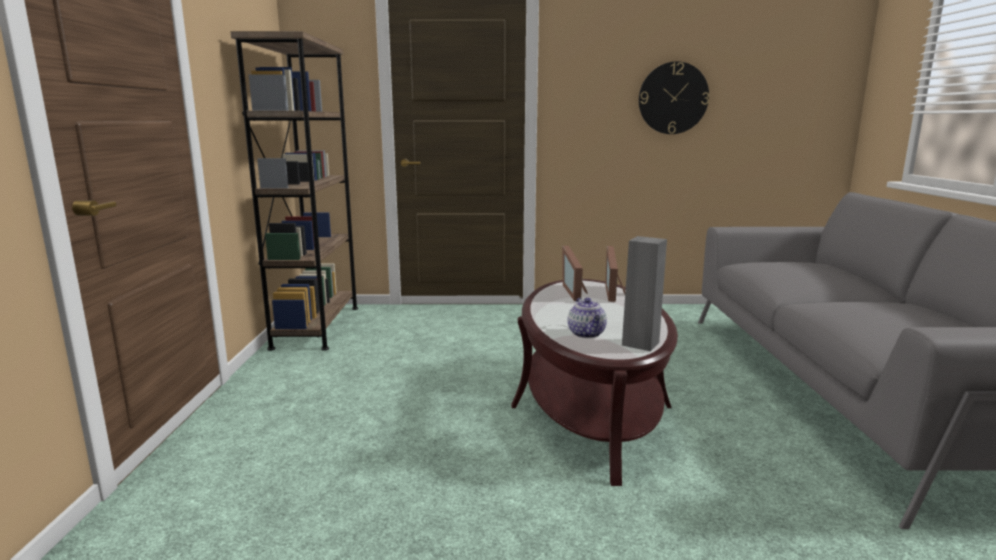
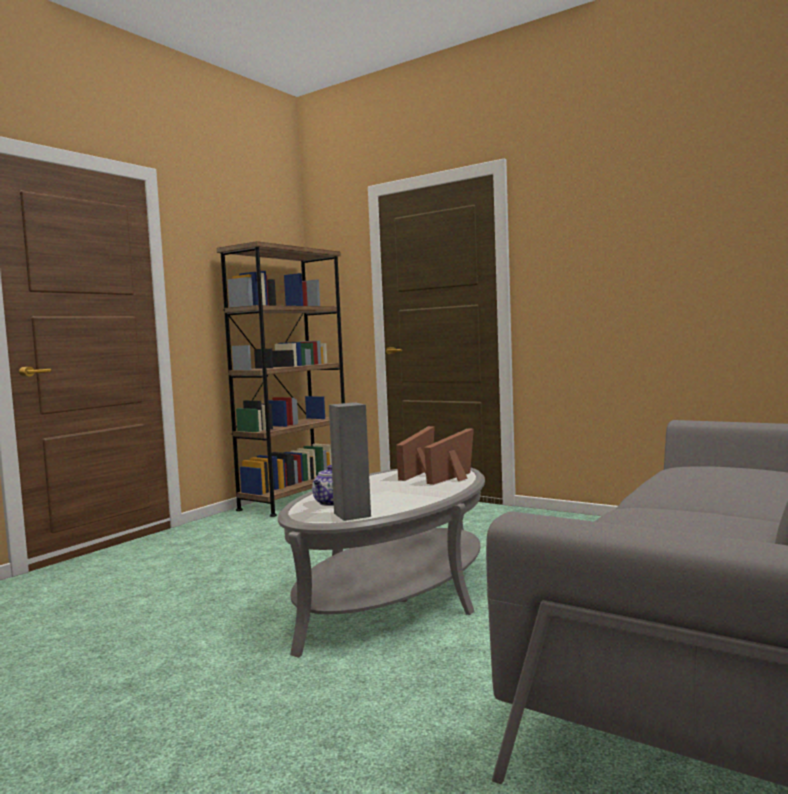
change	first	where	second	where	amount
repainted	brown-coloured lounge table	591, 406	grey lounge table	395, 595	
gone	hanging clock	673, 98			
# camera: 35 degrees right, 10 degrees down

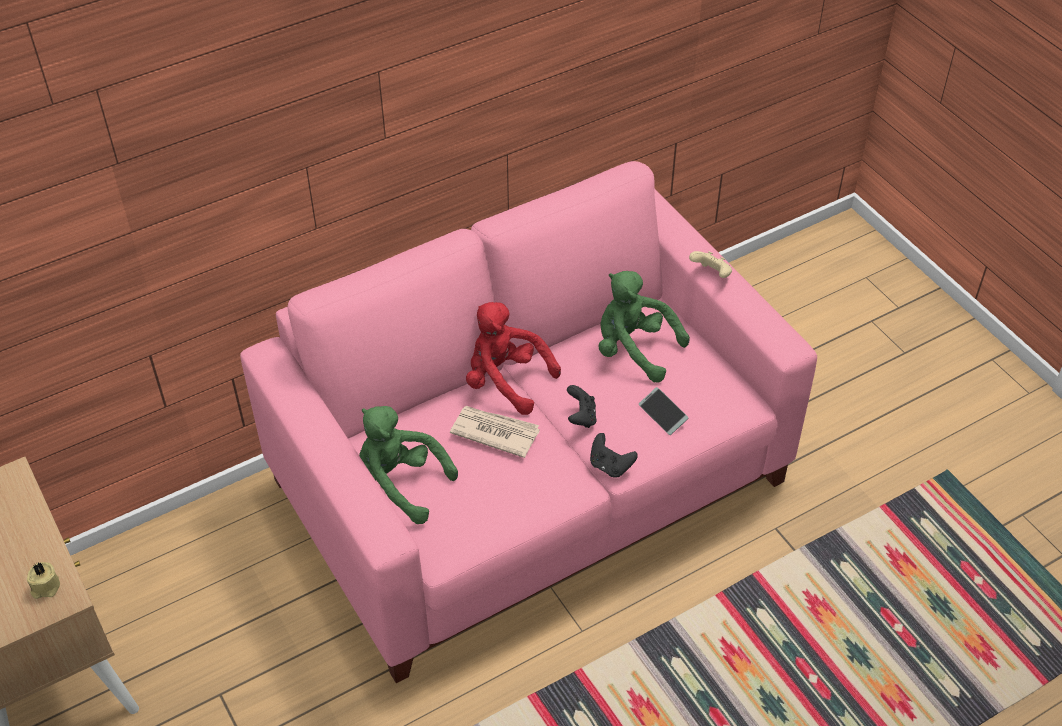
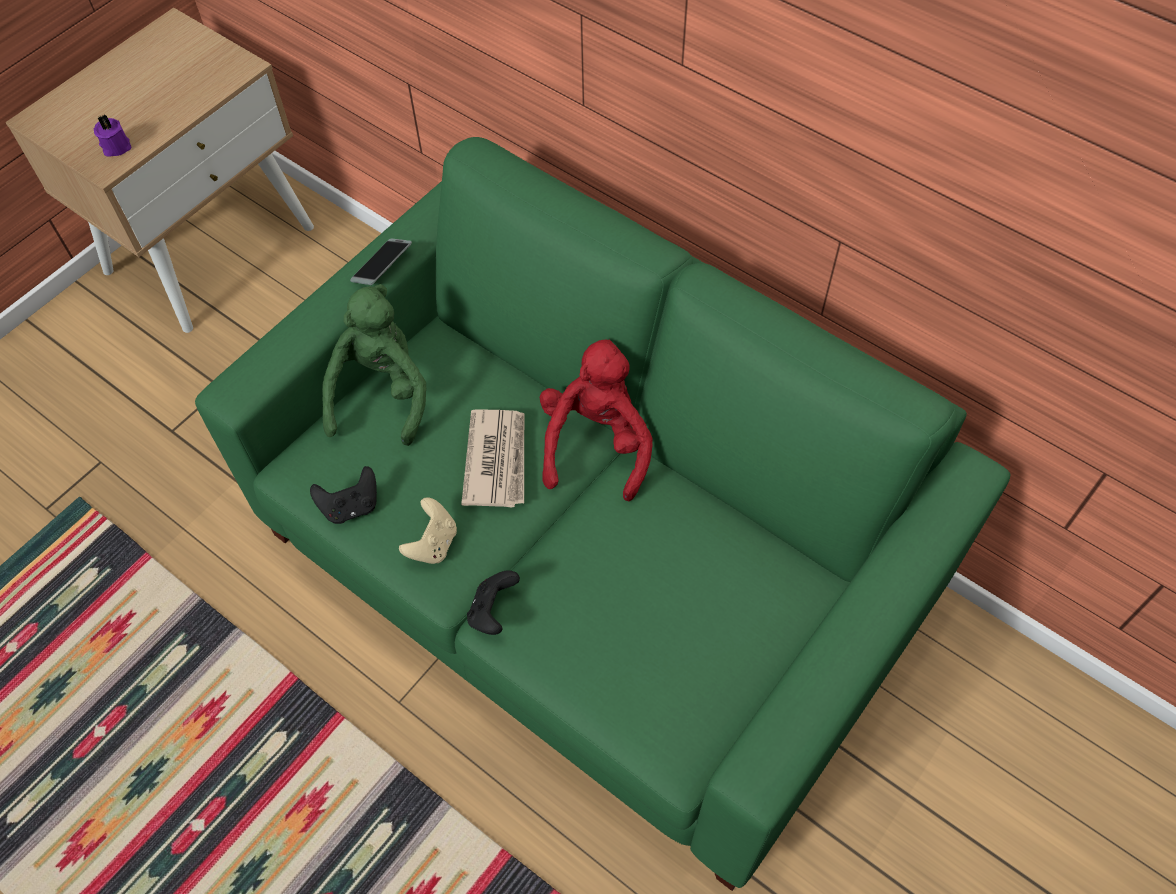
change	first	where	second	where	amount
repainted	beige-coloured wax light	45, 587	purplish wax light	115, 146	
repainted	pinkish couch	532, 482	green-coloured couch	593, 570	
shifted	black-coloured joypad	581, 417		351, 506	
shifted	handset	662, 414		382, 266	
shifted	beige-coloured joypad	711, 274		433, 543	
gone	green-coloured soft toy	634, 349			
# camera: 70 degrees right, 10 degrees up

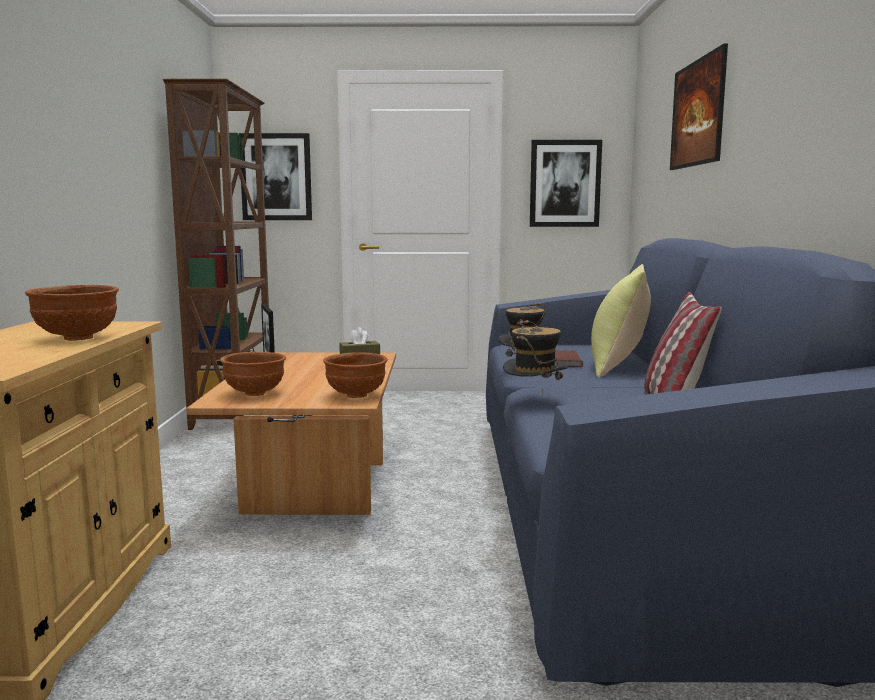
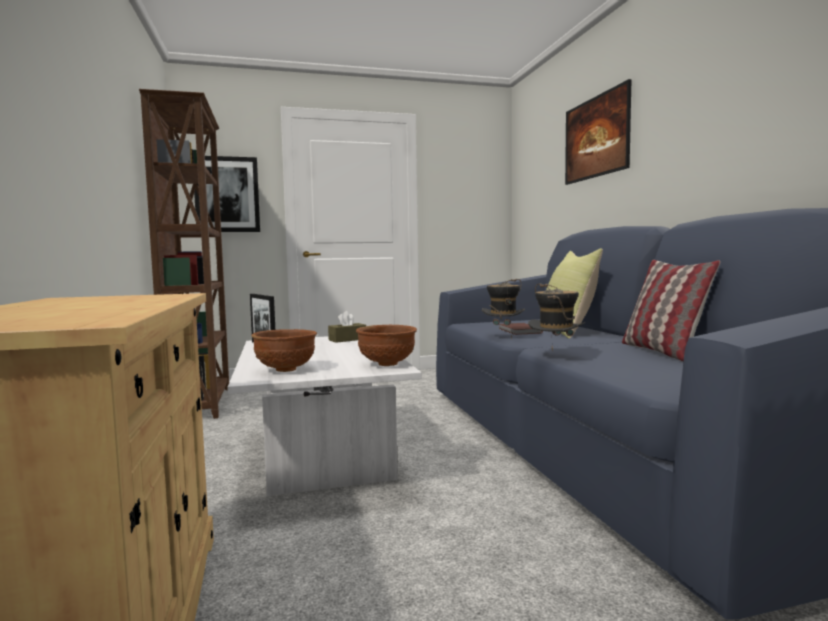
change	first	where	second	where	amount
repainted	brown-coloured lounge table	312, 485	whitish lounge table	321, 459	
gone	brown-coloured deep dish	77, 338			
gone	wall art	565, 183			
# camera: 15 degrees left, 5 degrees down

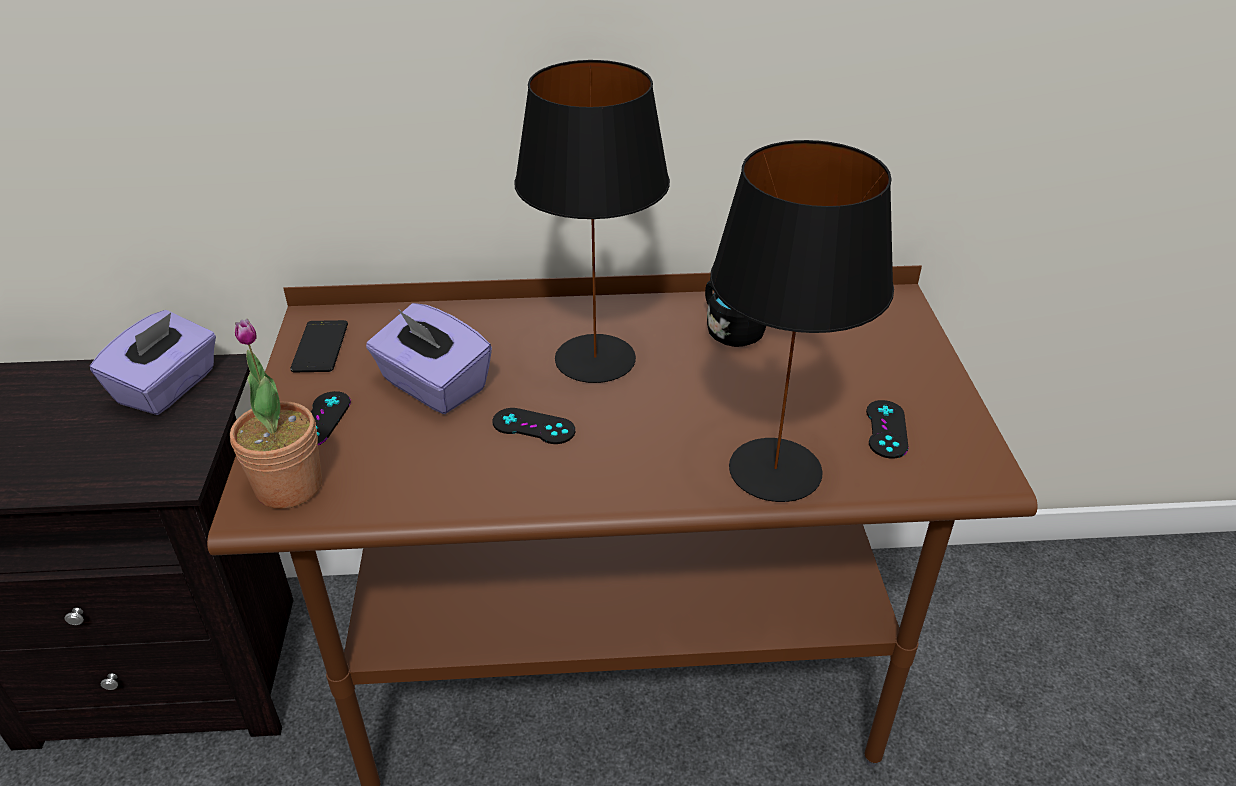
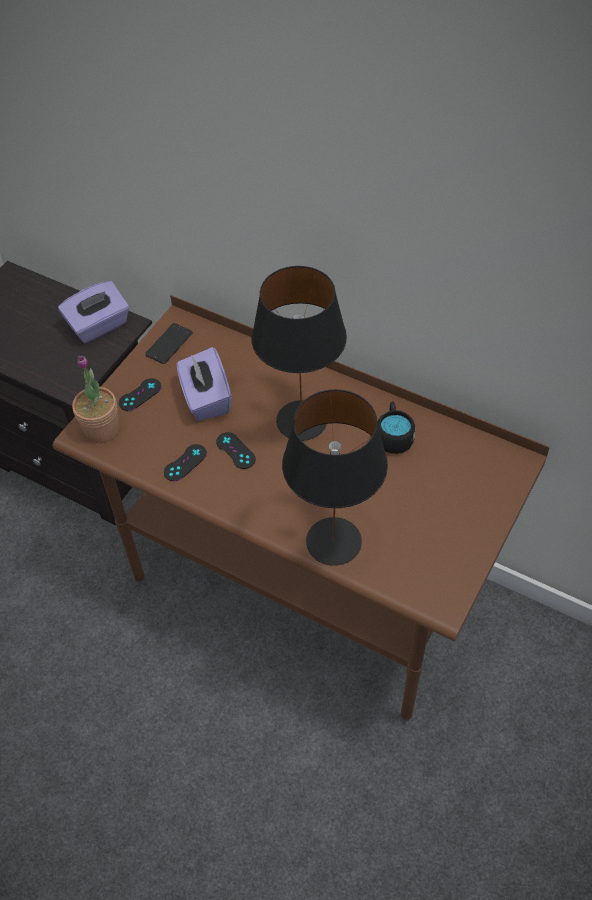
change	first	where	second	where	amount
shifted	black-coloured joypad	886, 429		185, 463	
# camera: 35 degrees right, 15 degrees up

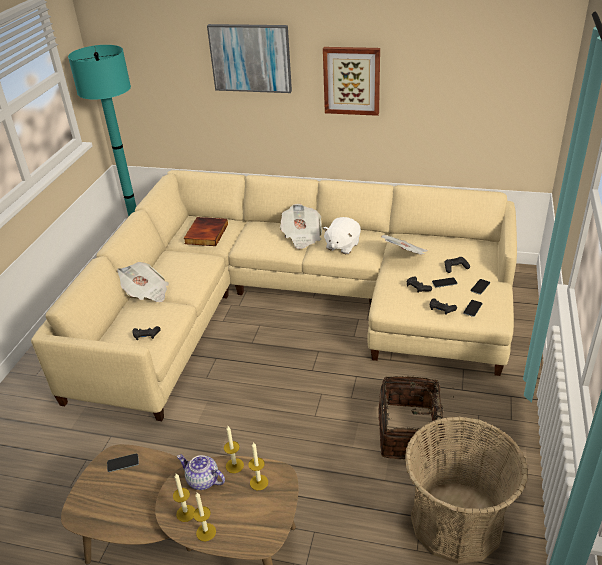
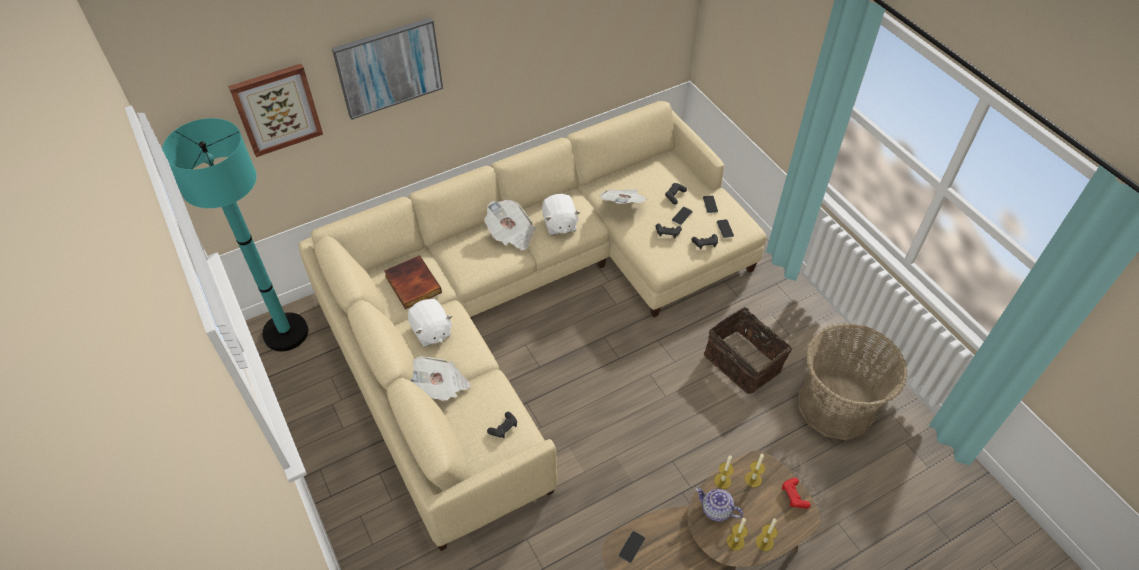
change	first	where	second	where	amount
shifted	wall art	352, 80		277, 109	
new			whitish soft toy	431, 332	
rotated	tea pot	202, 481		716, 510	45 degrees clockwise
new			reddish joypad	794, 496	
# camera: 45 degrees left, 15 degrees up

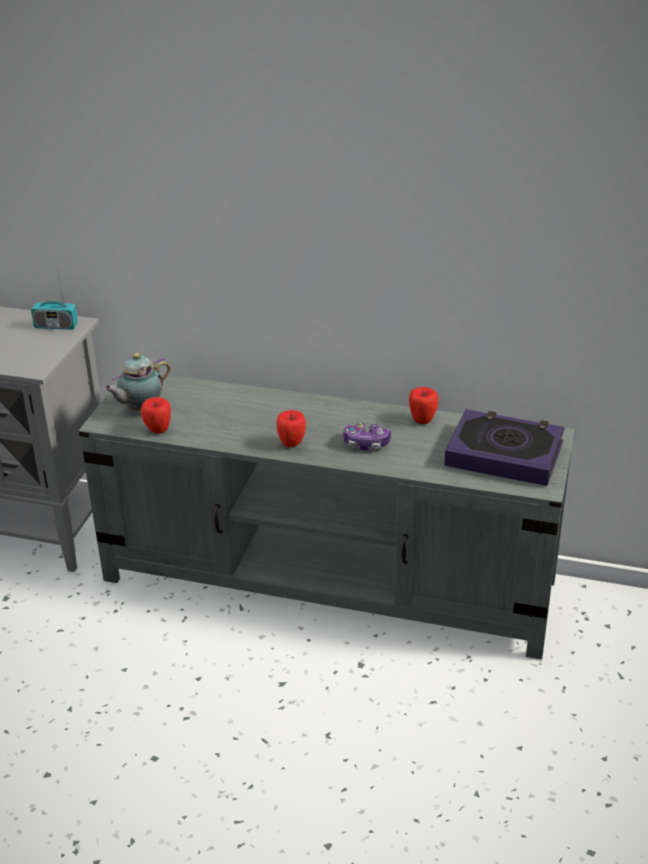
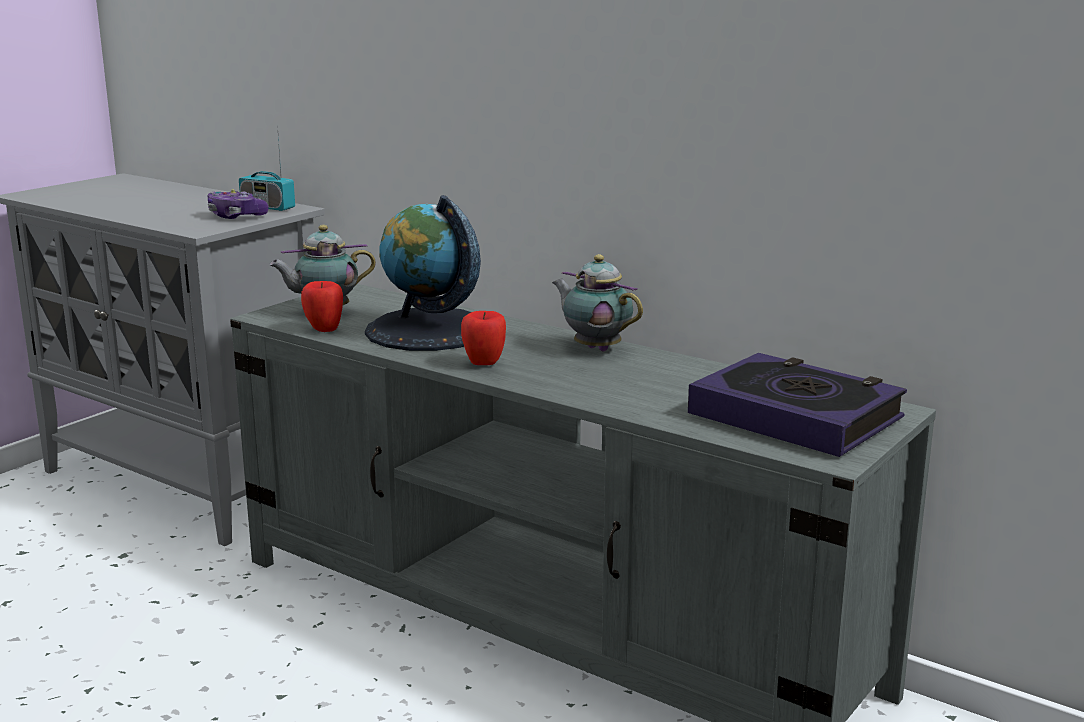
change	first	where	second	where	amount
shifted	joypad	366, 444		236, 216	
new			desk globe	428, 331	
new			tea pot	595, 348	
gone	apple	422, 420			
# camera: 20 degrees right, 15 degrees down

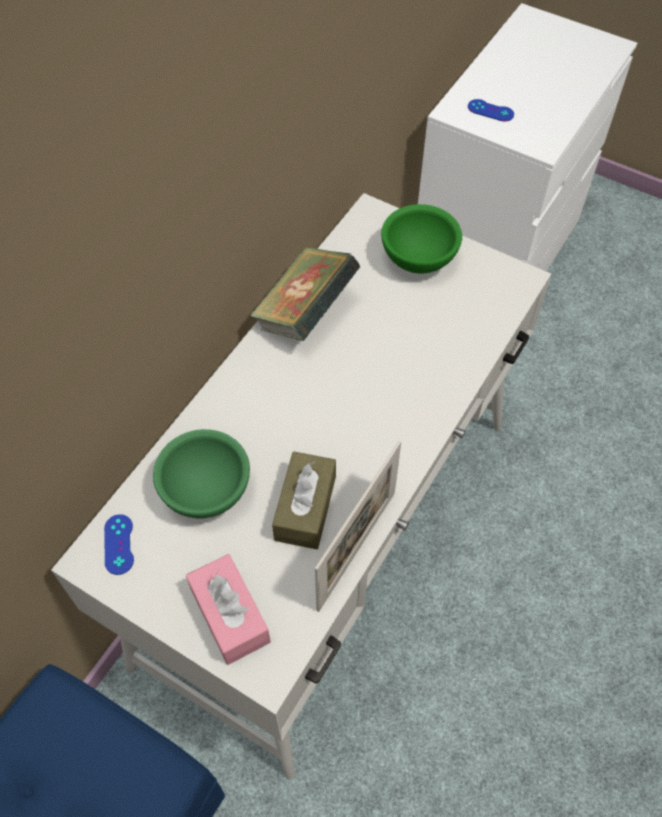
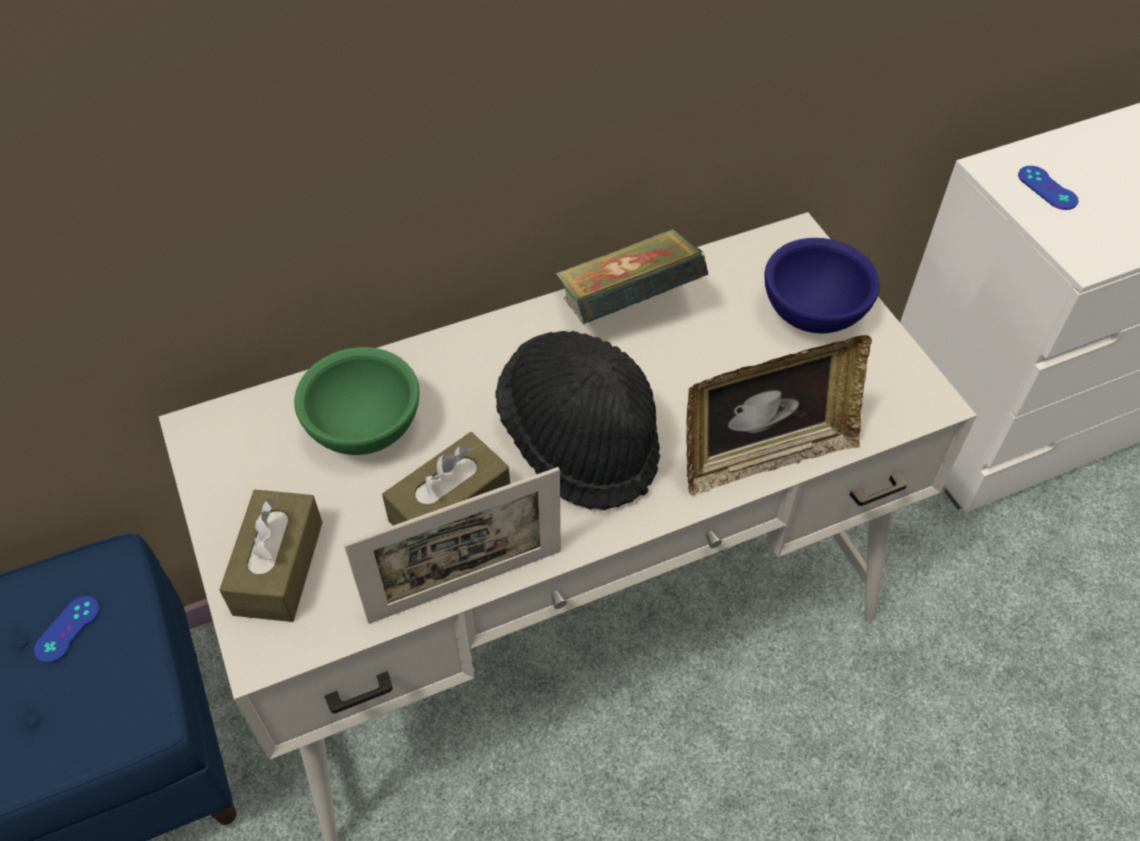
change	first	where	second	where	amount
shifted	bluish joypad	119, 544		67, 629	
repainted	pinkish tissue box	230, 615	brown-coloured tissue box	278, 567	
new			black-coloured hat	580, 440	
new			photo frame	765, 456	
repainted	green-coloured deep dish	418, 260	bluish deep dish	811, 315	
# camera: 35 degrees right, 5 degrees down

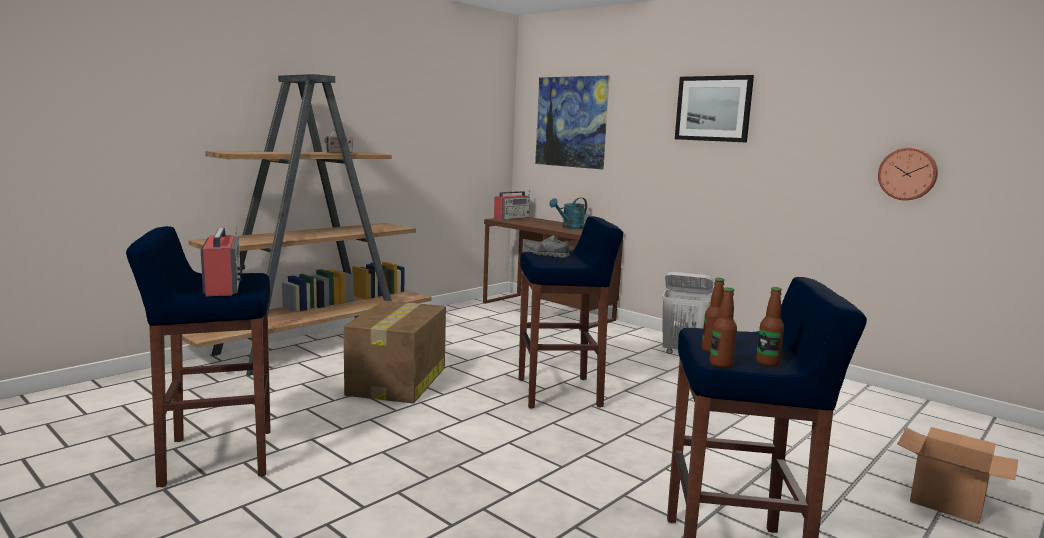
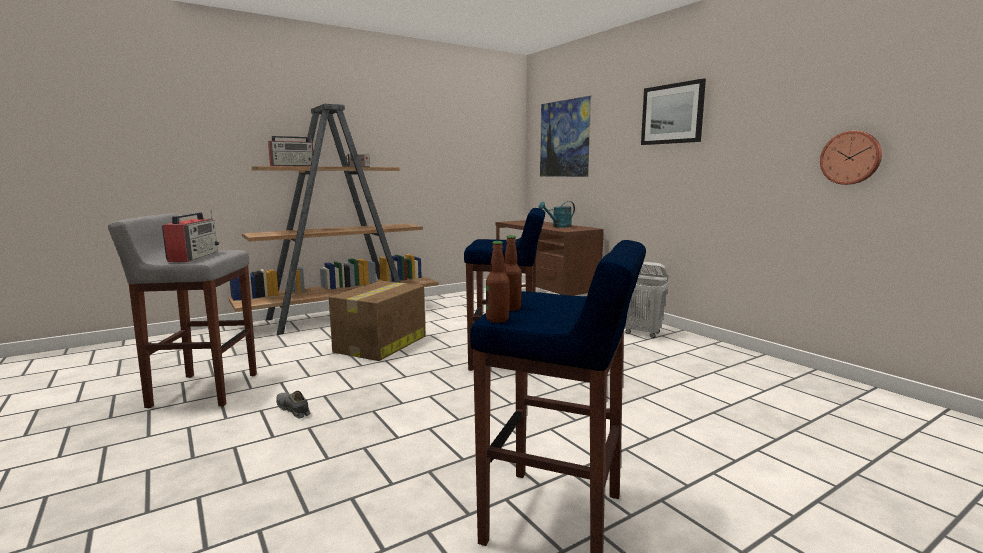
change	first	where	second	where	amount
repainted	bluish stool seat	215, 457	grey stool seat	203, 390	
shifted	radio receiver	512, 218		293, 166	
shifted	grey item of footwear	546, 255		293, 410	
gone	bottle	767, 363			
gone	cardboard box	946, 501			
# camera: 15 degrees right, 0 degrees up

